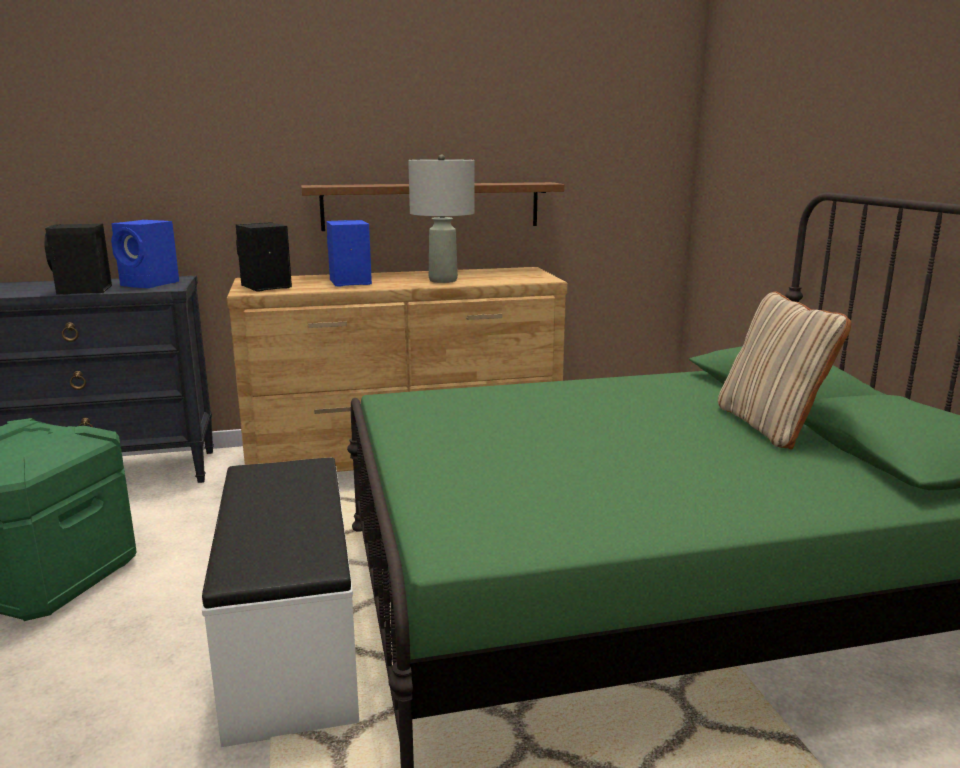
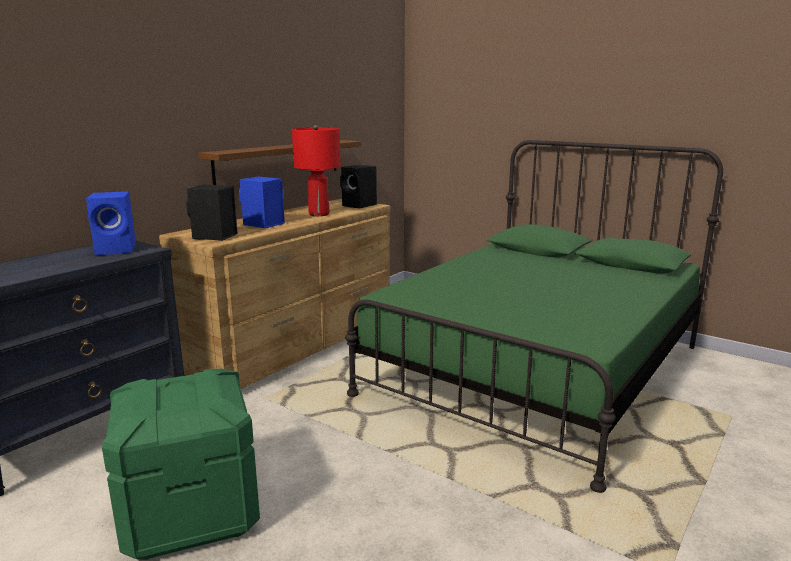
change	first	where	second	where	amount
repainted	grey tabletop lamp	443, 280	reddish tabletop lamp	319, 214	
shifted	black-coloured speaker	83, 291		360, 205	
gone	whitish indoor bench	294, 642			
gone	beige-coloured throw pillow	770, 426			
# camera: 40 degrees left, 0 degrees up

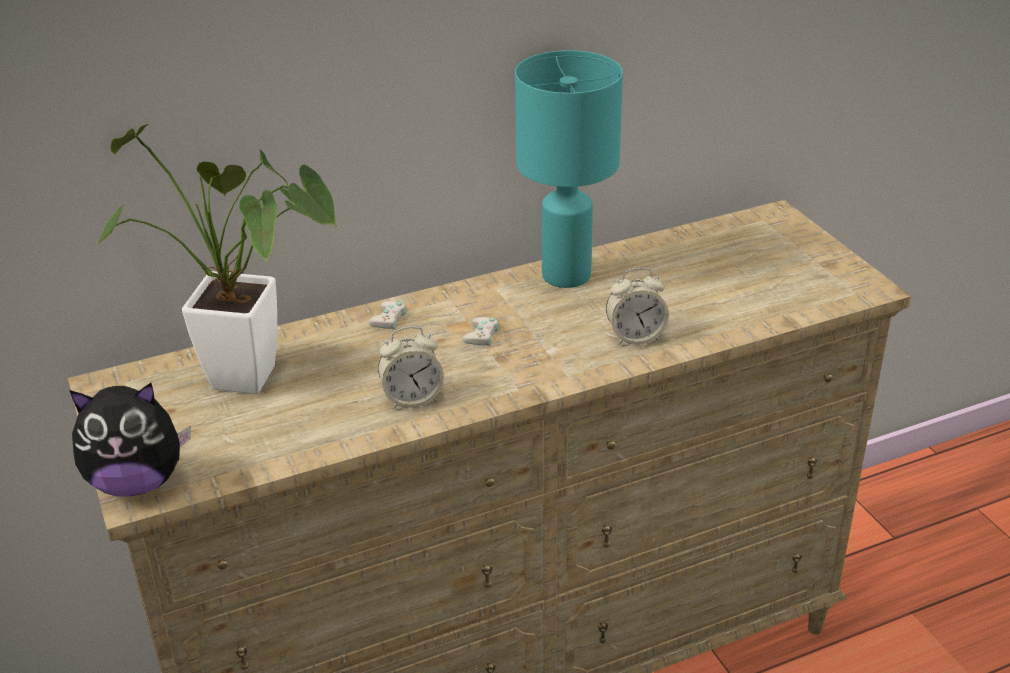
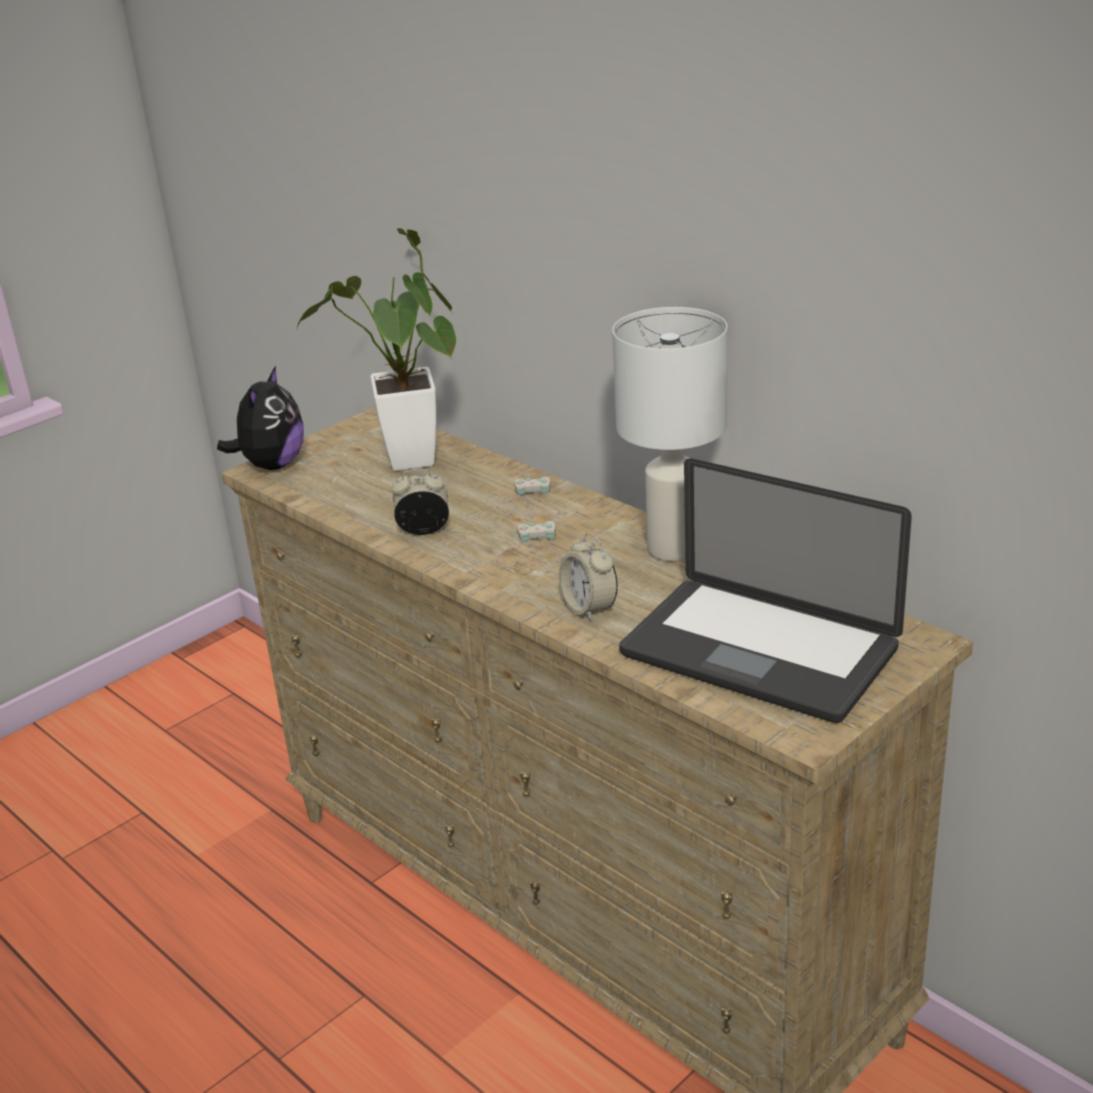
change	first	where	second	where	amount
rotated	soft toy	137, 482		272, 465	135 degrees counterclockwise
rotated	alarm clock	412, 398		424, 530	120 degrees clockwise
repainted	turquoise-coloured tabletop lamp	567, 275	whitish tabletop lamp	673, 549	
new			notebook computer	758, 652	
# camera: 70 degrees right, 5 degrees down

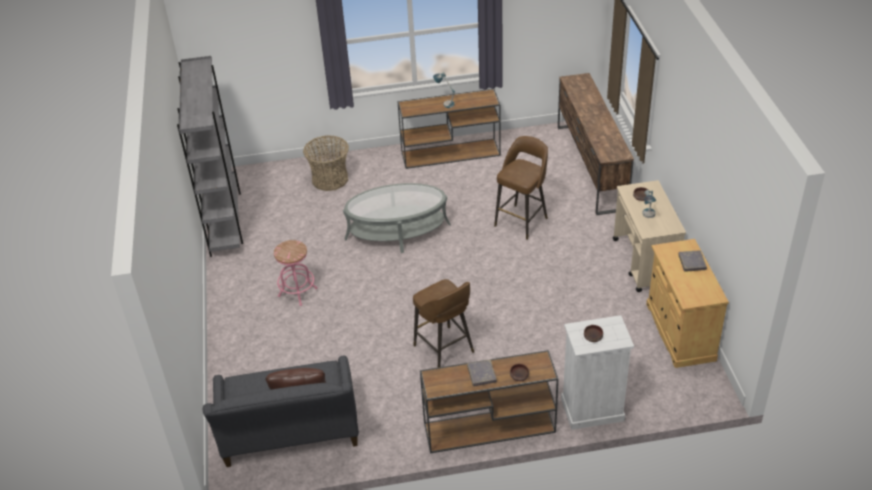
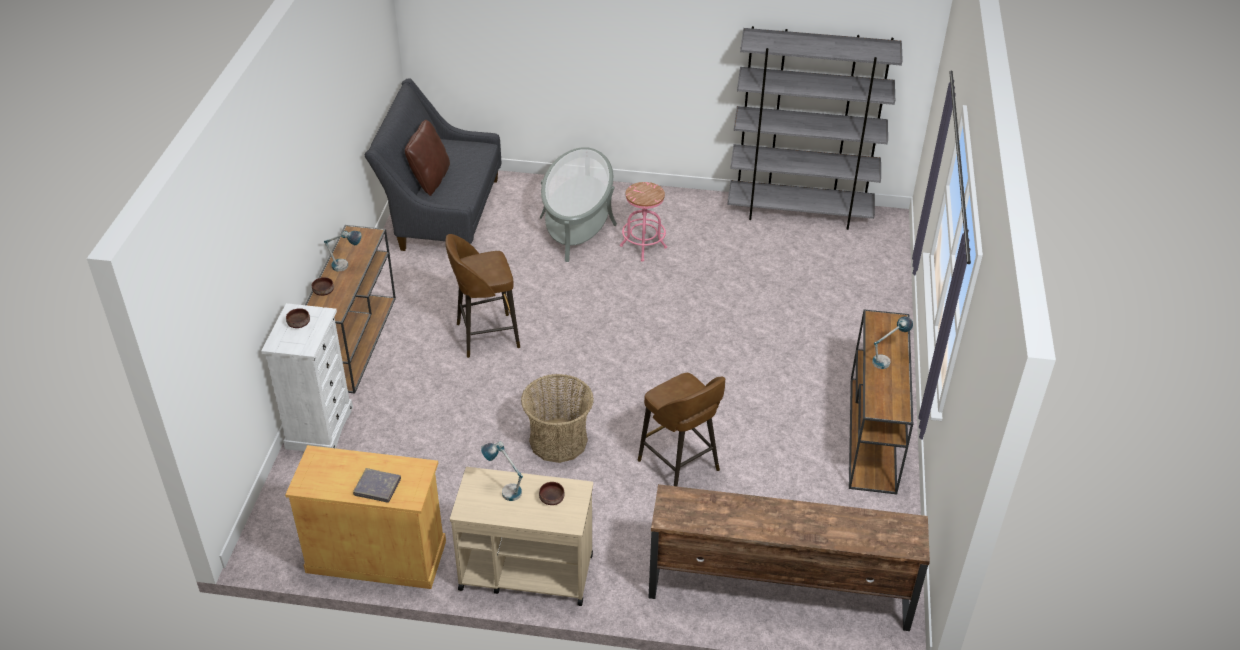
change	first	where	second	where	amount
swapped	grey bound book	481, 374	tabletop lamp	347, 267	
shifted	basket	330, 179		558, 441	
shifted	grey lounge table	398, 232		577, 221	
# camera: 105 degrees right, 0 degrees up

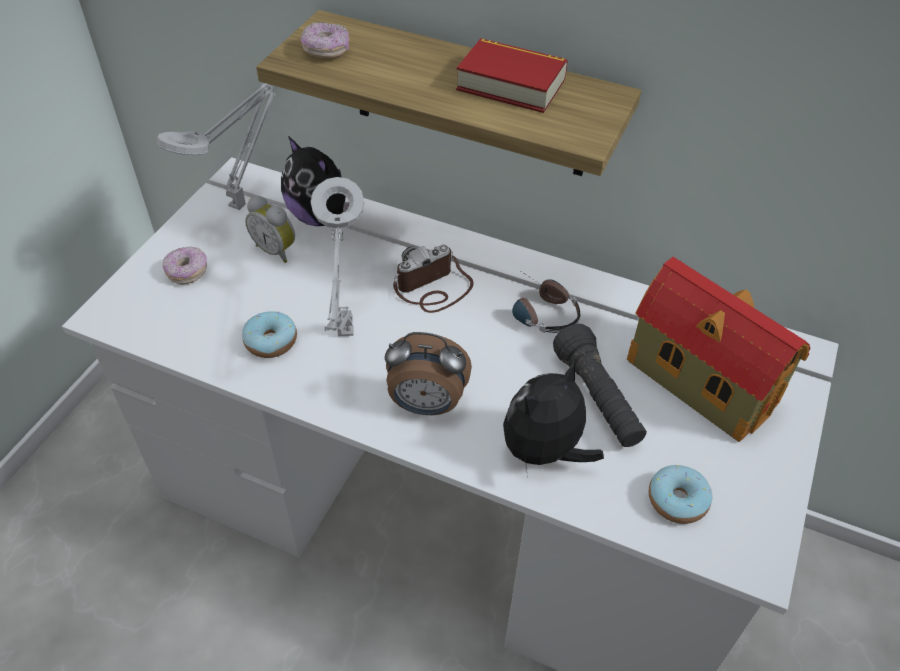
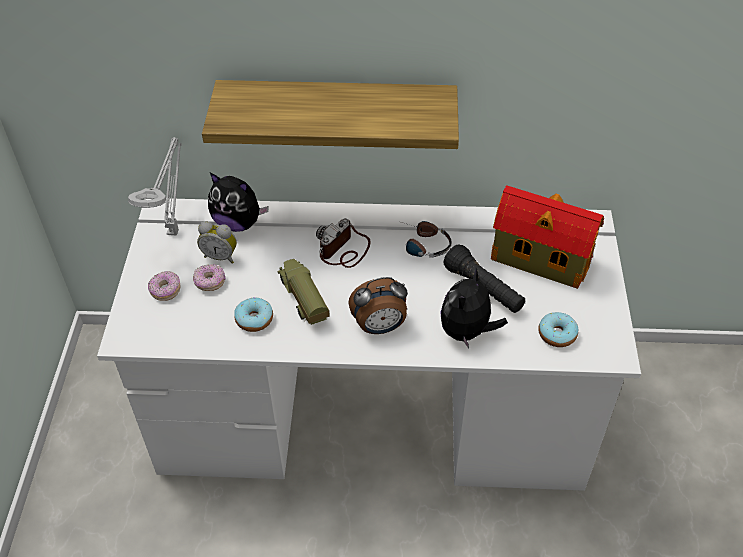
change	first	where	second	where	amount
shifted	donut	326, 51		210, 282	
swapped	grey tabletop lamp	345, 337	toy truck	303, 300	
gone	bound book	511, 84			
# camera: 20 degrees left, 0 degrees up

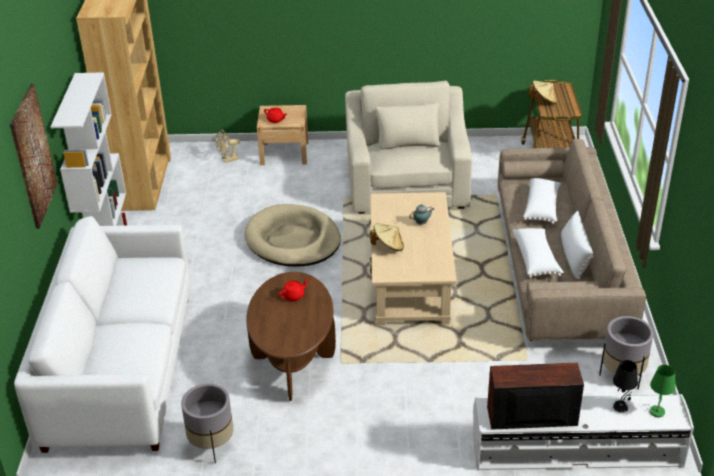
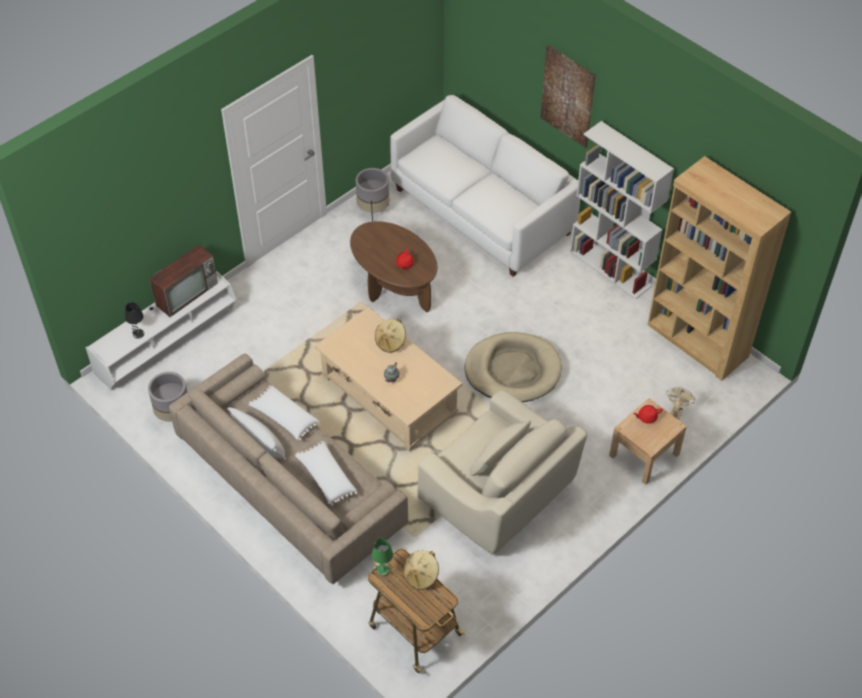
change	first	where	second	where	amount
shifted	green-coloured tabletop lamp	657, 411		383, 570	
# camera: 135 degrees right, 15 degrees up

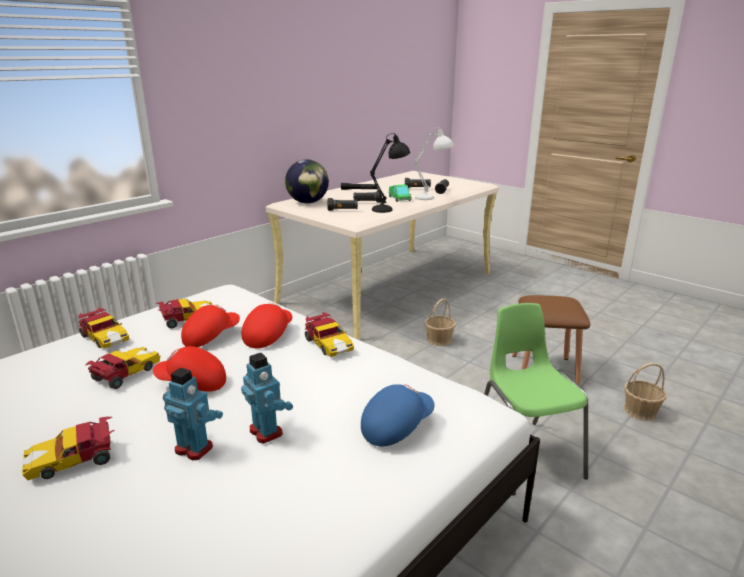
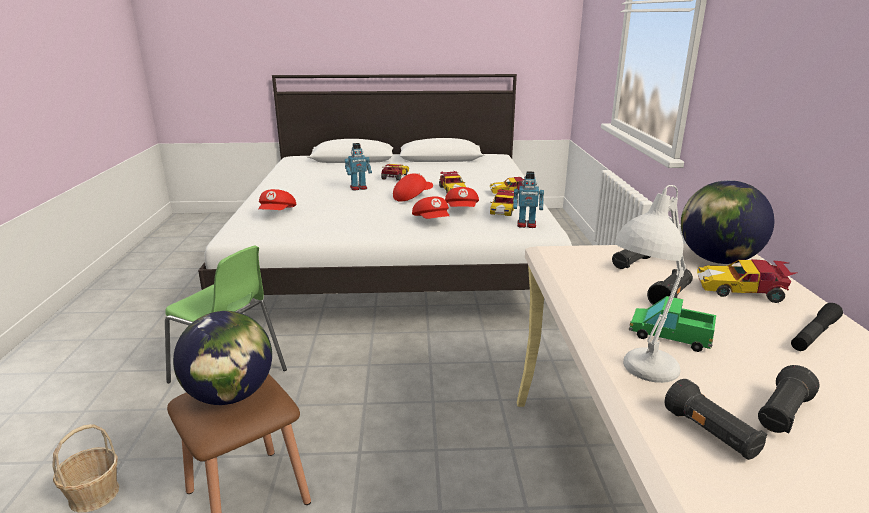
change	first	where	second	where	amount
new			desk globe	230, 395	
repainted	bluish peaked cap	396, 426	reddish peaked cap	278, 213	
shifted	toy robot	266, 431		526, 225	
shifted	toy car	328, 344		742, 291	
gone	black-coloured tabletop lamp	390, 209			
gone	basket	439, 340			
# camera: 135 degrees right, 0 degrees up

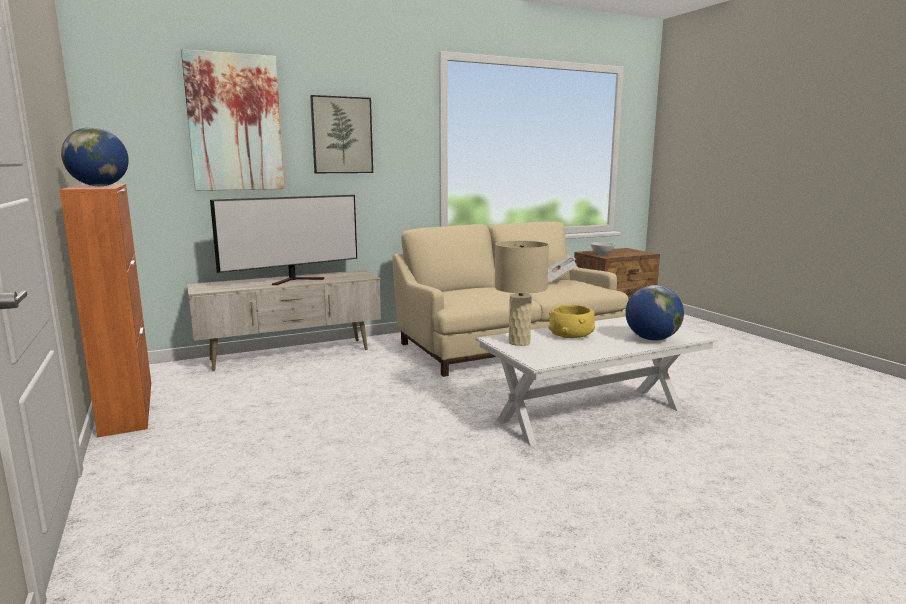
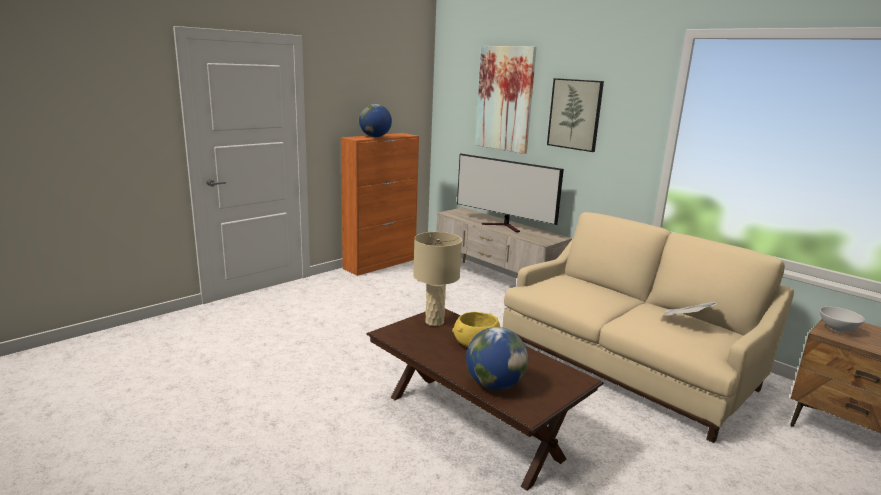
change	first	where	second	where	amount
repainted	whitish lounge table	591, 414	brown-coloured lounge table	472, 426	
# camera: 70 degrees right, 5 degrees up

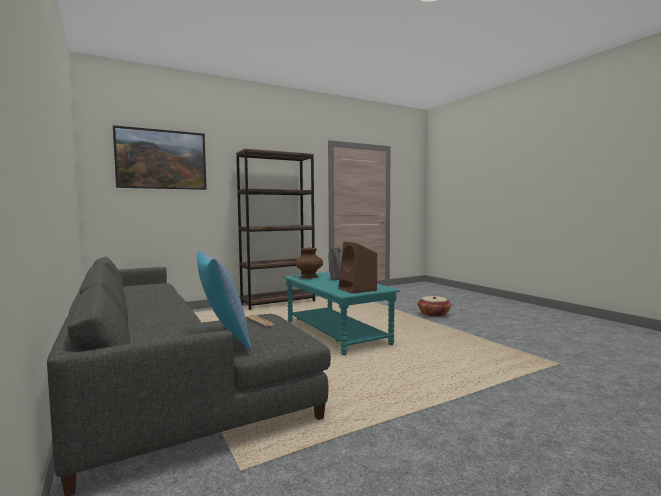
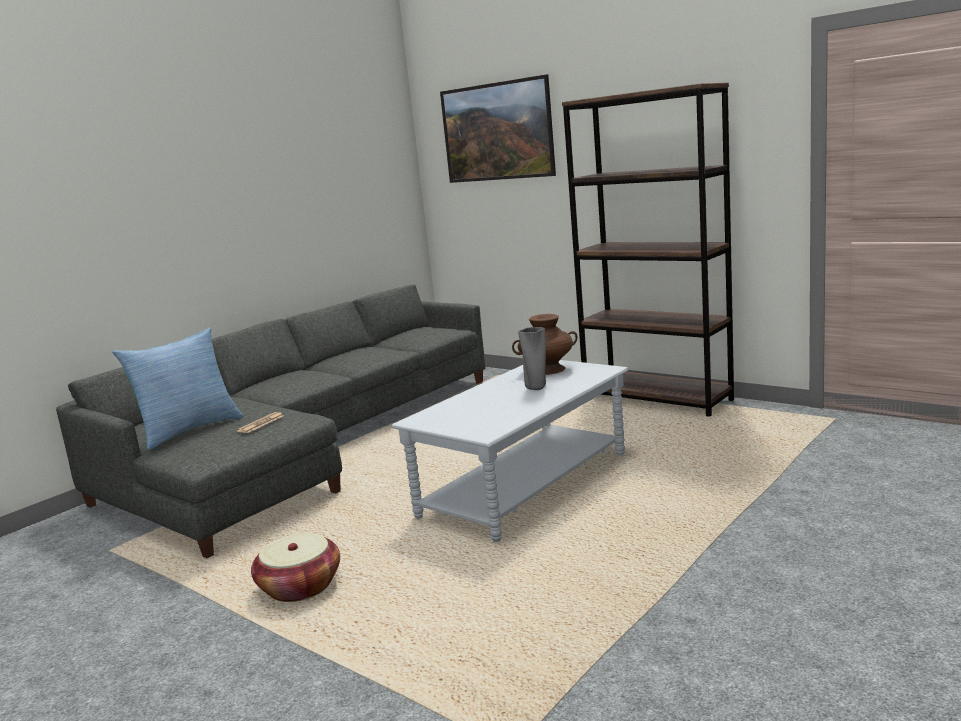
change	first	where	second	where	amount
shifted	basket	434, 314		300, 587	
repainted	turquoise-coloured lounge table	335, 333	grey lounge table	526, 485	
gone	brown-coloured speaker	358, 289			
# camera: 70 degrees right, 10 degrees up

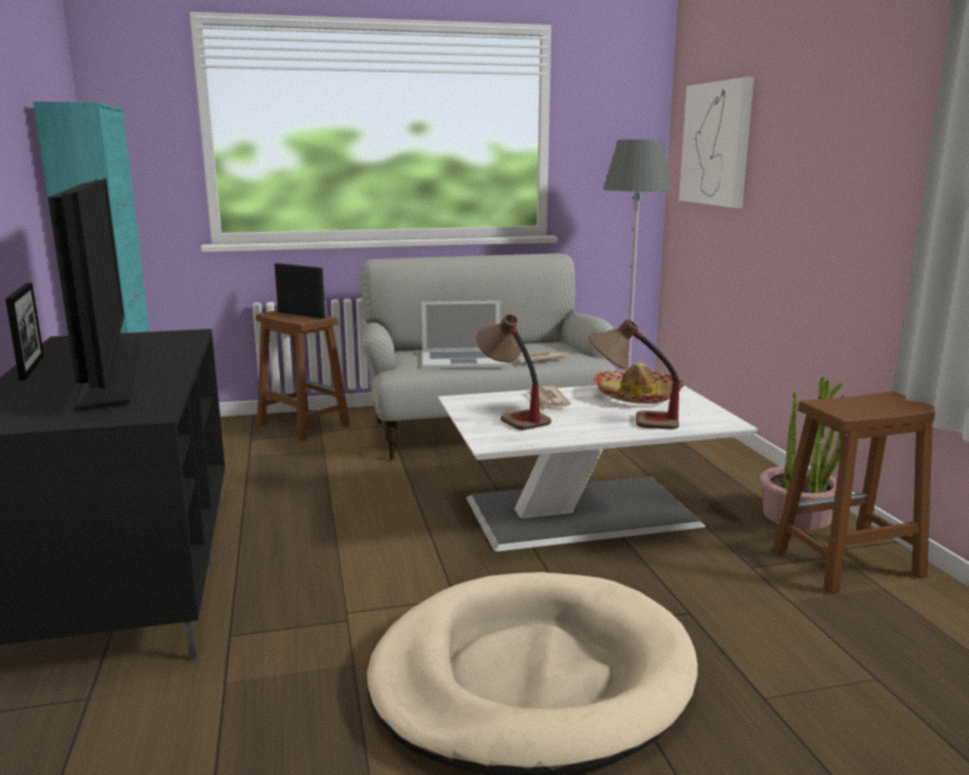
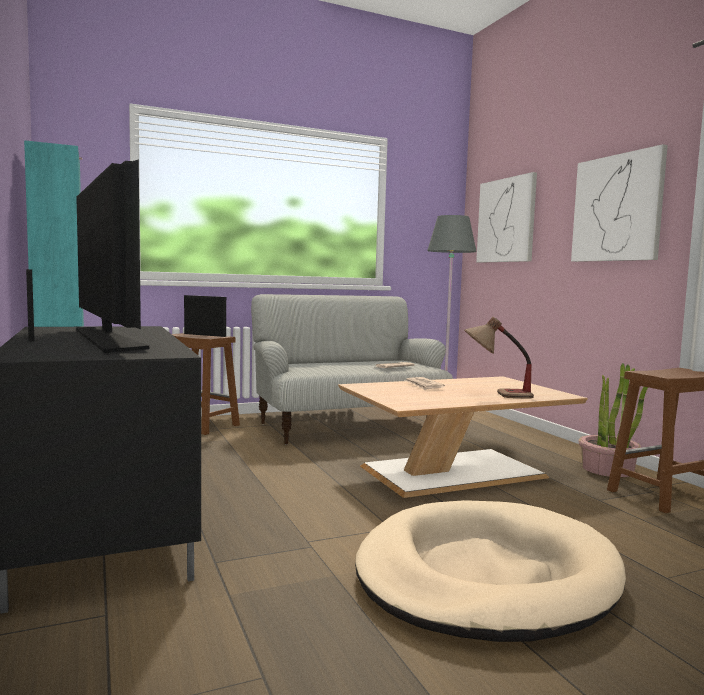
change	first	where	second	where	amount
repainted	whitish lounge table	585, 510	brown-coloured lounge table	455, 471	
new			wall art	617, 208	
gone	notebook computer	462, 360			
gone	tabletop lamp	511, 415			
gone	hat	637, 396			
# camera: 10 degrees left, 10 degrees down

